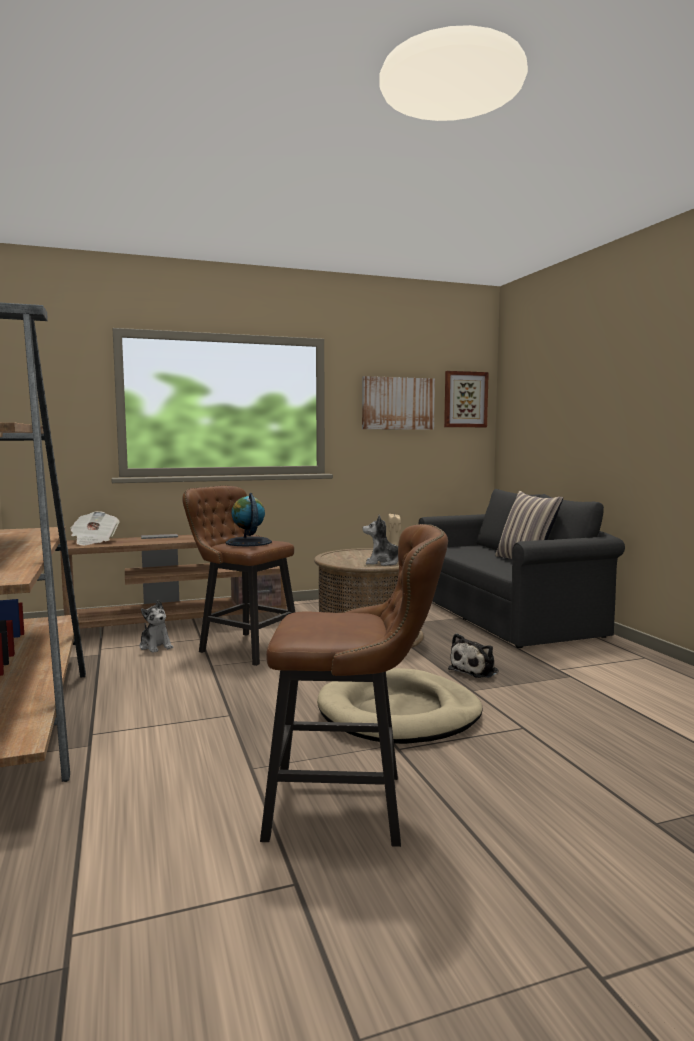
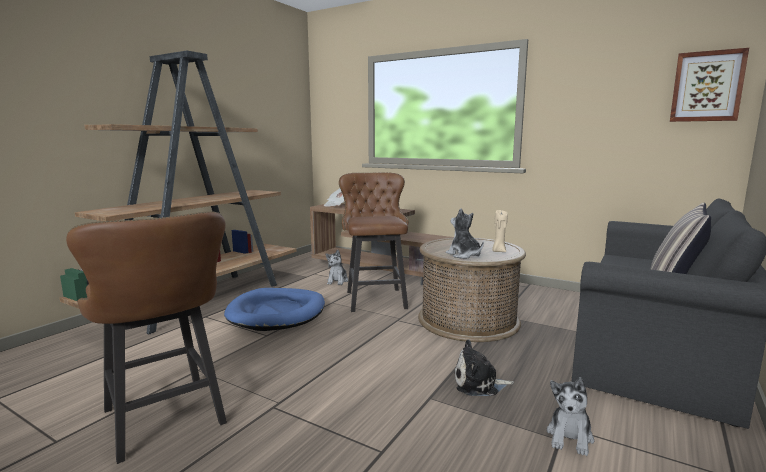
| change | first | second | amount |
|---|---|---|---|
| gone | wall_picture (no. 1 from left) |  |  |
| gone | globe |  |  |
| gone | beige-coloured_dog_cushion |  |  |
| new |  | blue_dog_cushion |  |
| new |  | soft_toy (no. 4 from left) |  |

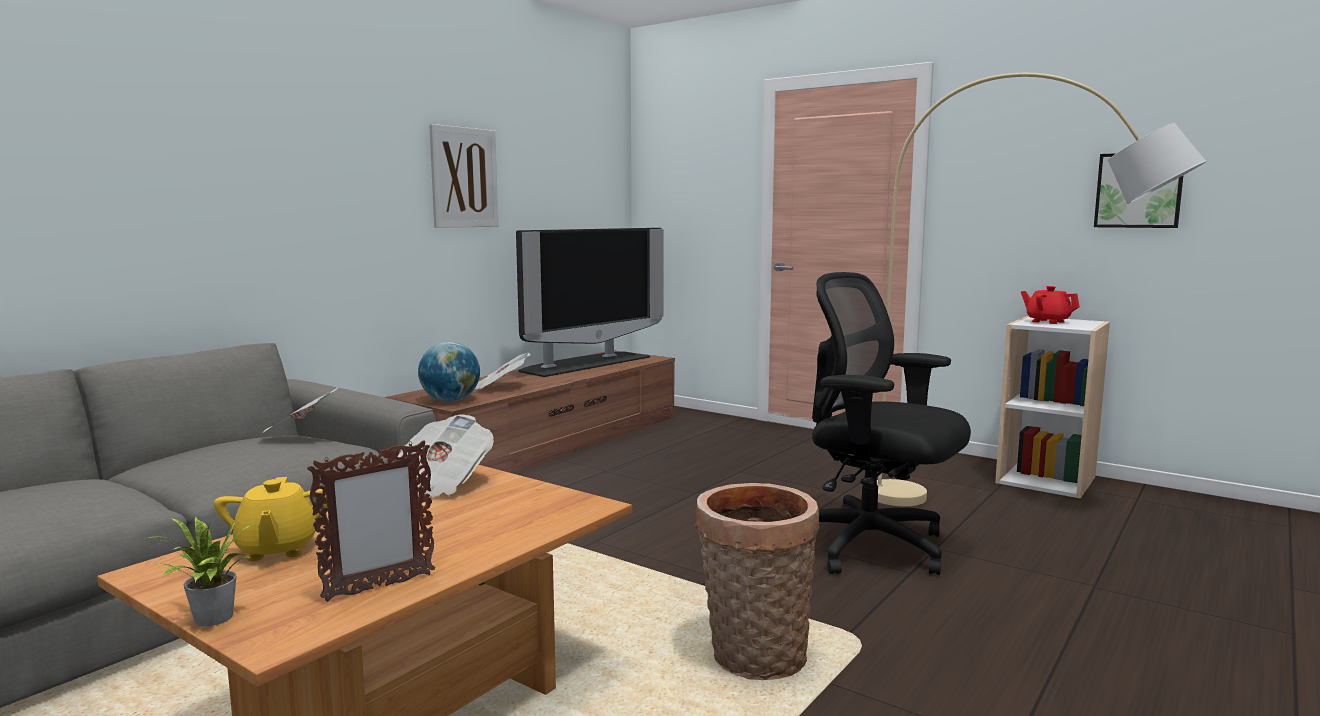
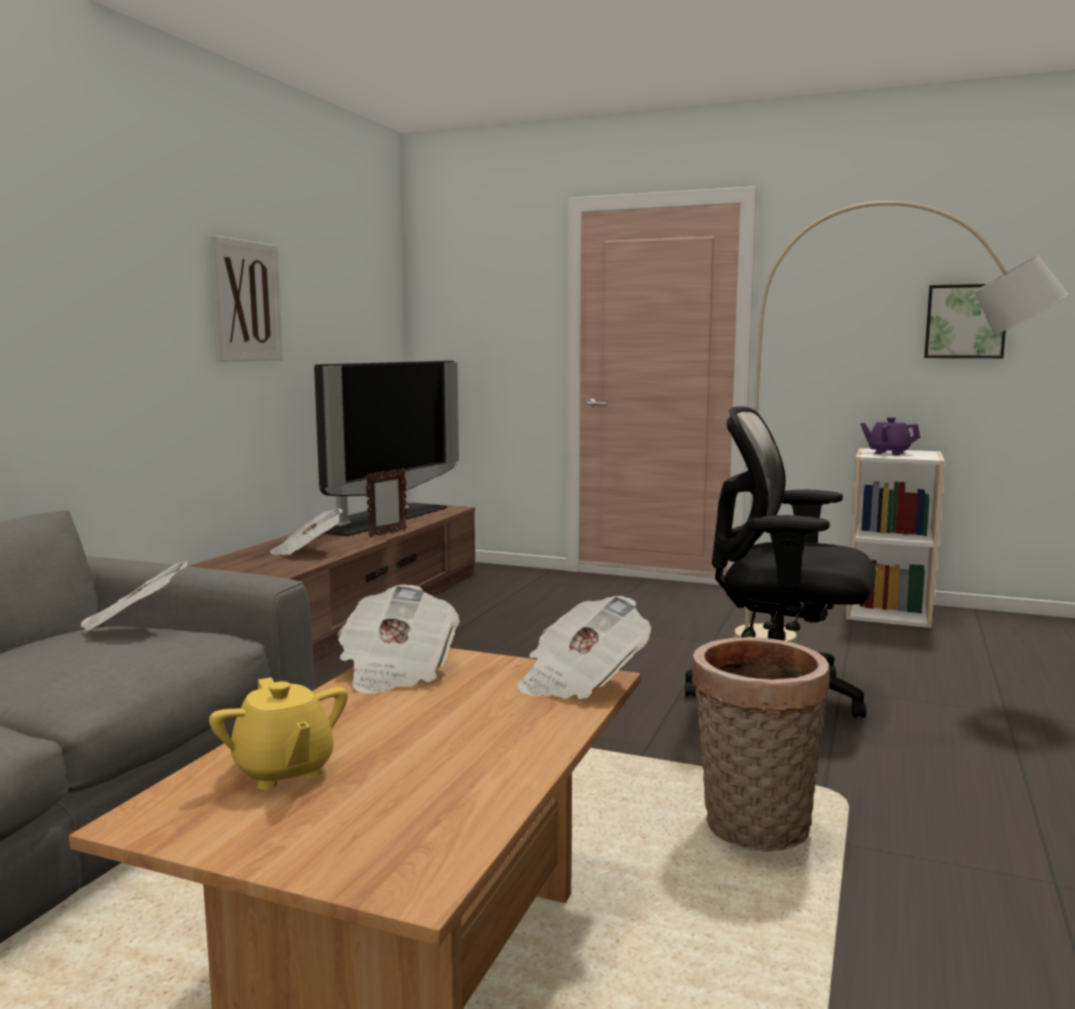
| change | first | second | amount |
|---|---|---|---|
| repainted | red-coloured_tea_pot | purple-coloured_tea_pot |  |
| gone | globe |  |  |
| shifted | picture_frame |  |  |
| gone | potted_plant |  |  |
| new |  | daily_paper (no. 4 from left) |  |

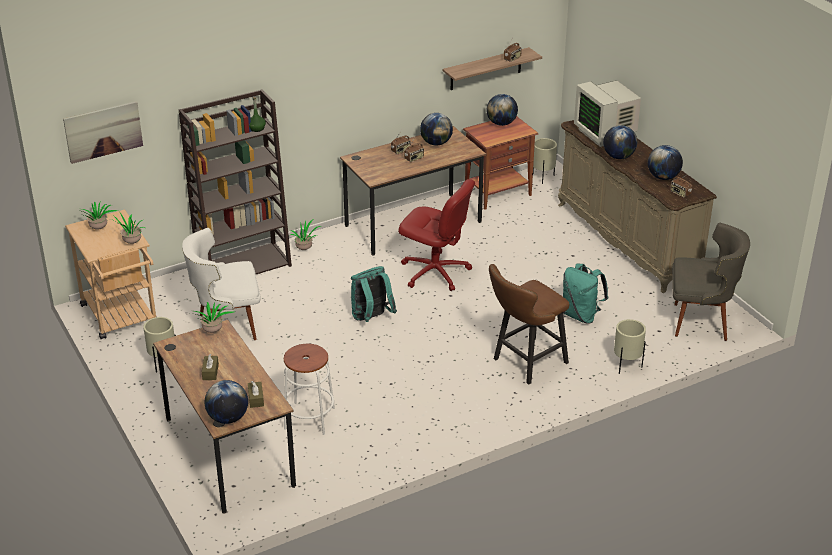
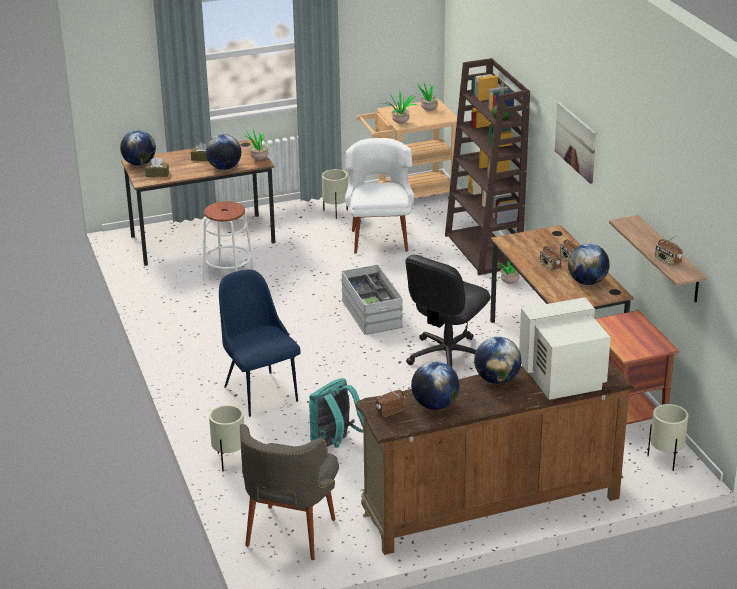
| change | first | second | amount |
|---|---|---|---|
| shifted | globe (no. 3 from left in the first image) | globe (no. 2 from left) |  |
| shifted | wall_picture |  |  |
| repainted | red-coloured_desk_chair | black_desk_chair |  |
| swapped | brownish_stool_seat | blue_upright_chair |  |
| swapped | turquoise_backpack (no. 1 from left) | grey_storage_container |  |

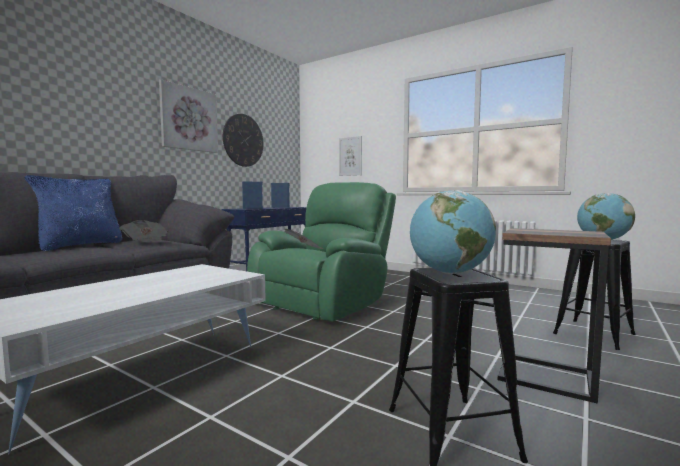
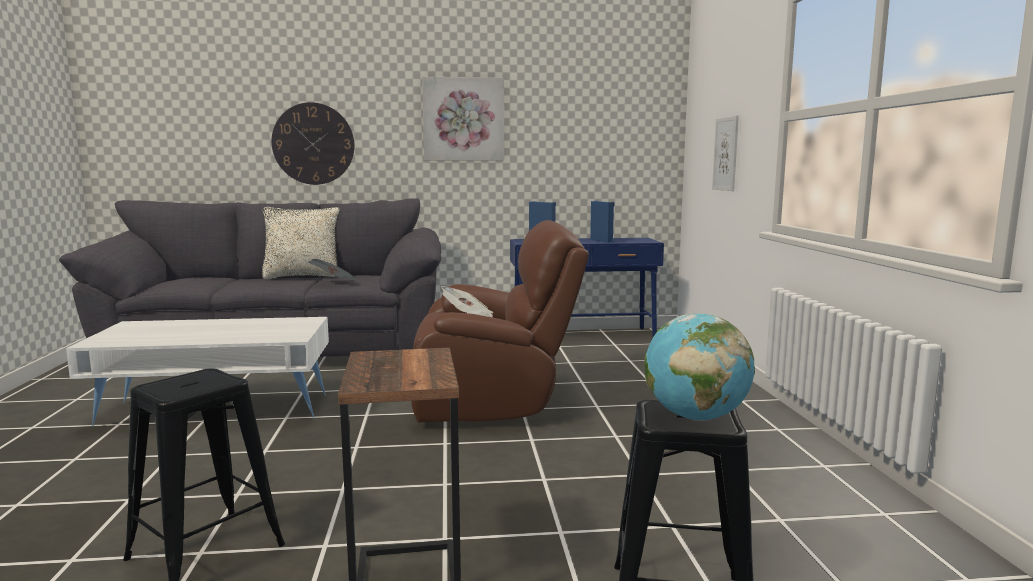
| change | first | second | amount |
|---|---|---|---|
| shifted | clock_on_the_wall |  |  |
| repainted | blue_throw_pillow | beige-coloured_throw_pillow |  |
| repainted | green-coloured_lounge_chair | brownish_lounge_chair |  |
| gone | globe (no. 1 from left) |  |  |

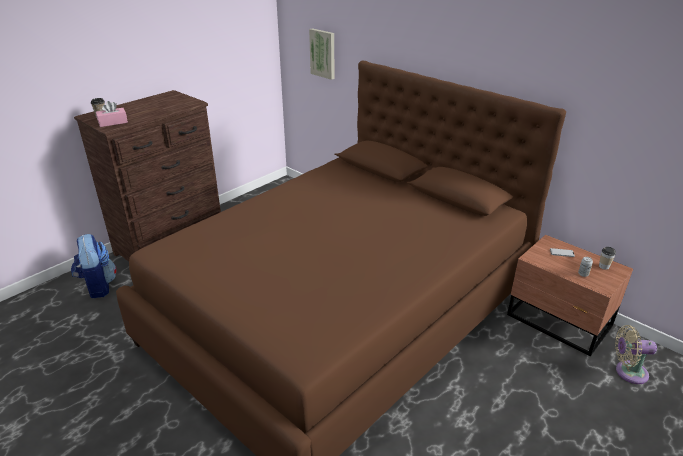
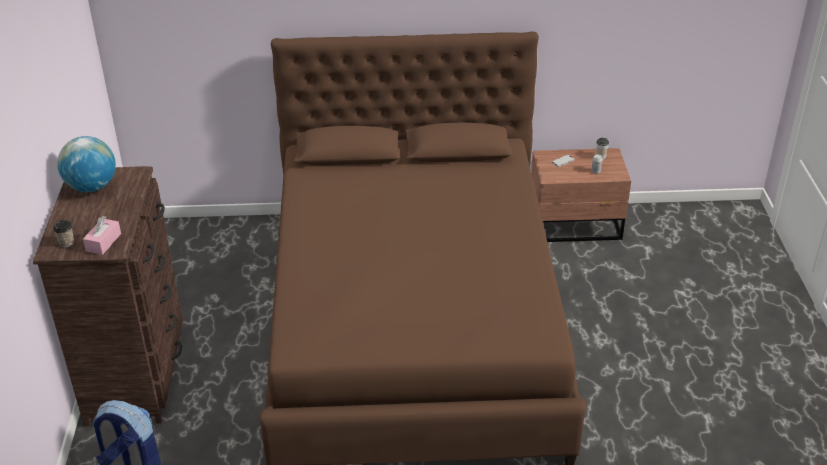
| change | first | second | amount |
|---|---|---|---|
| gone | wall_picture |  |  |
| gone | beige-coloured_fan |  |  |
| new |  | globe |  |

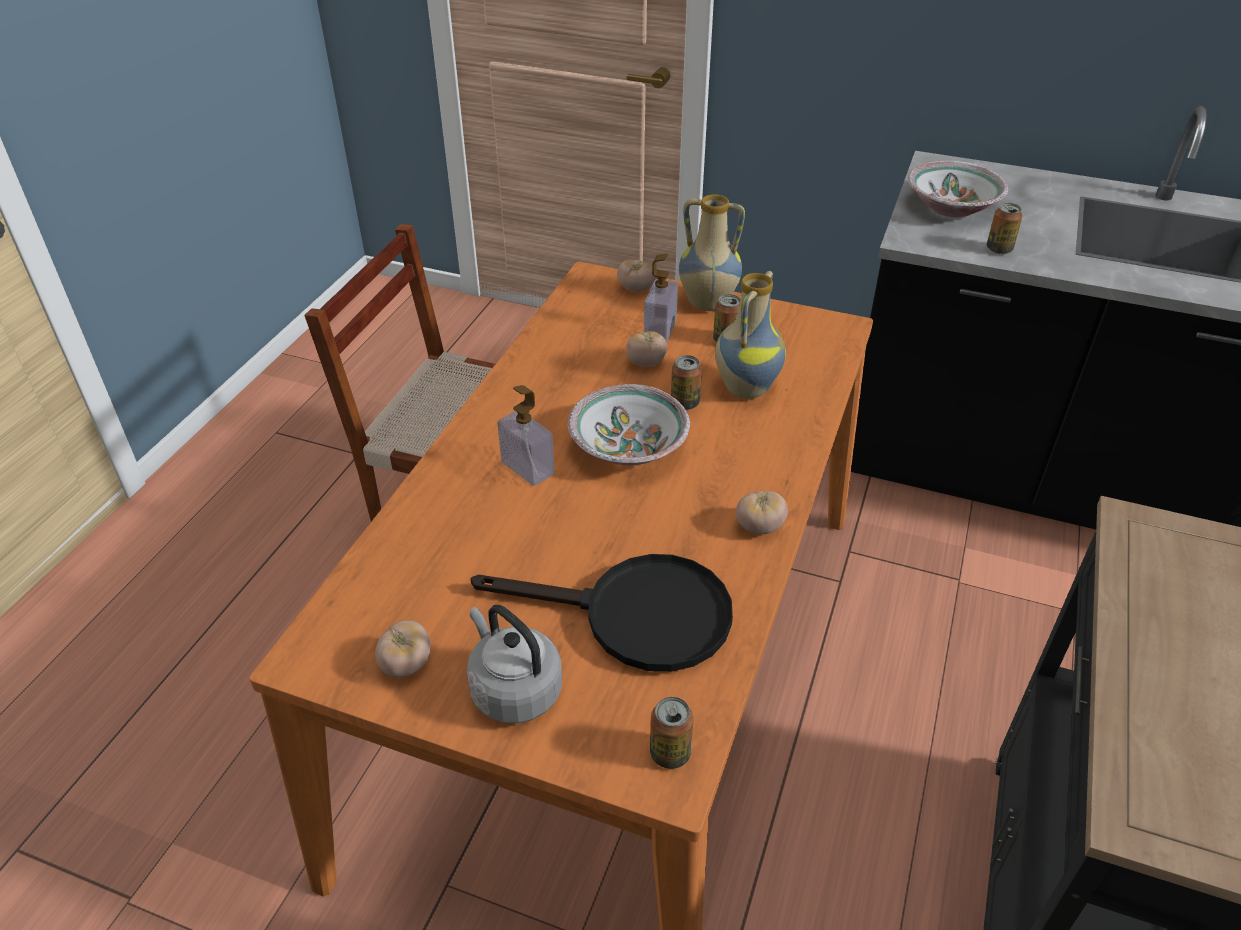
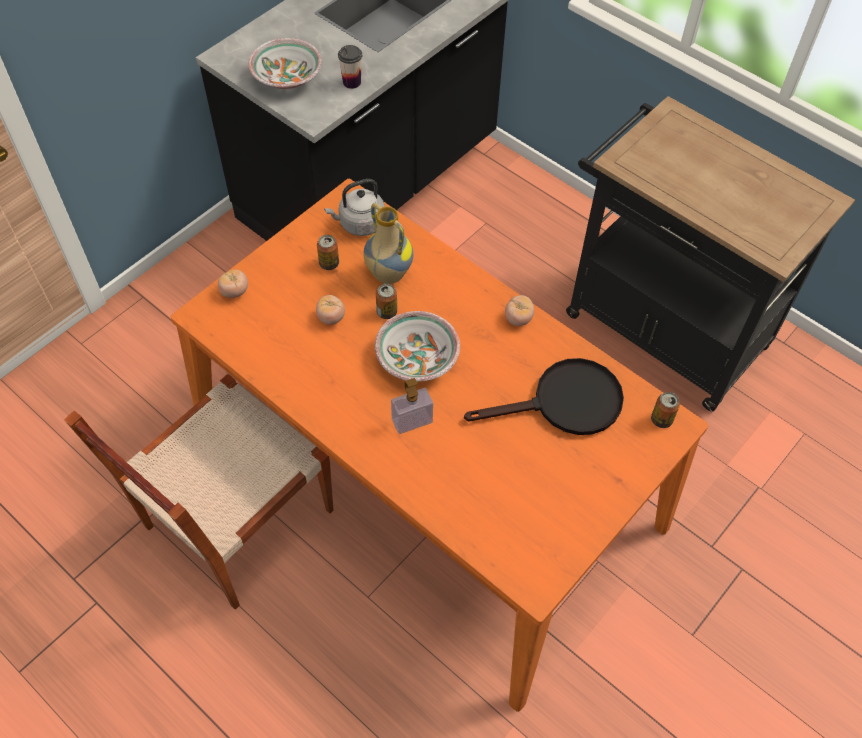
| change | first | second | amount |
|---|---|---|---|
| gone | flower_vase (no. 1 from left) |  |  |
| swapped | metal_can (no. 4 from left) | cup |  |
| gone | soap_dispenser (no. 2 from left) |  |  |
| rotated | black_frying_pan |  | 45 degrees clockwise |
| shifted | grey_tea_kettle |  |  |
| gone | tomato (no. 1 from left) |  |  |

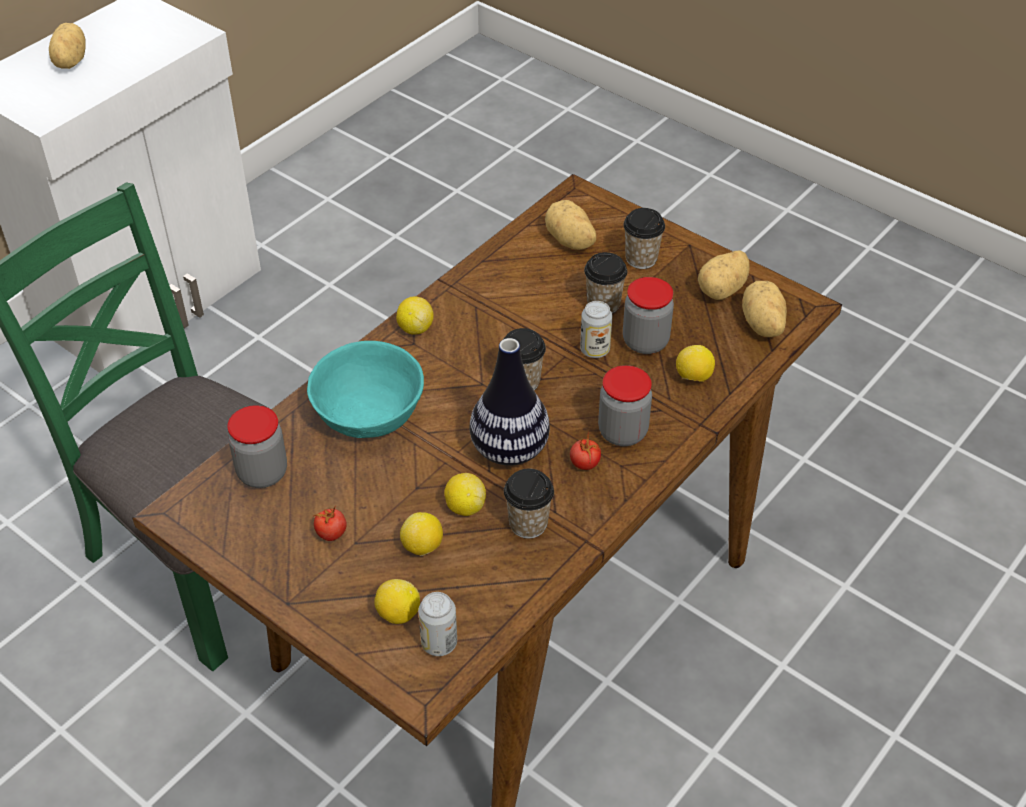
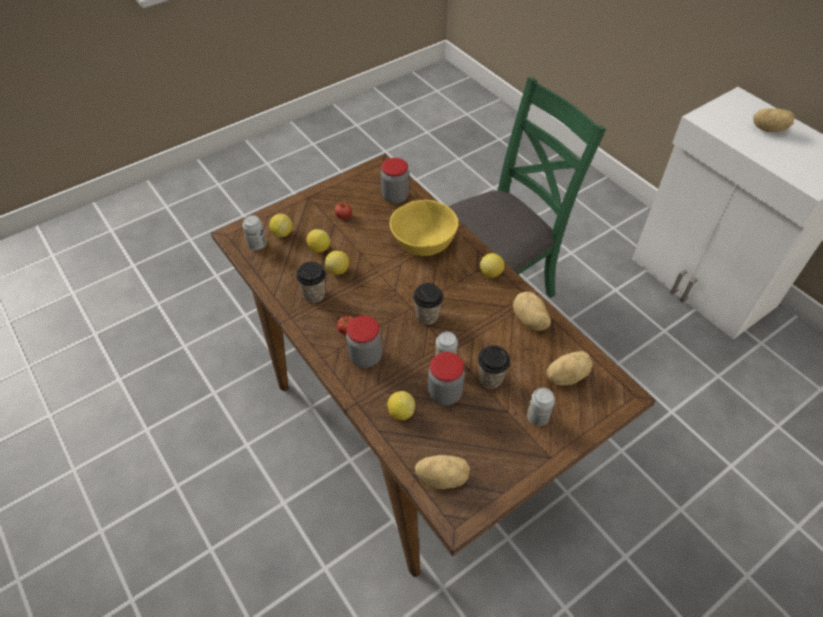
| change | first | second | amount |
|---|---|---|---|
| swapped | cup (no. 4 from left) | metal_can (no. 3 from left) |  |
| shifted | potato (no. 3 from left in the first image) | potato (no. 2 from left) |  |
| gone | flower_vase |  |  |
| repainted | turquoise_deep_dish | yellow_deep_dish |  |

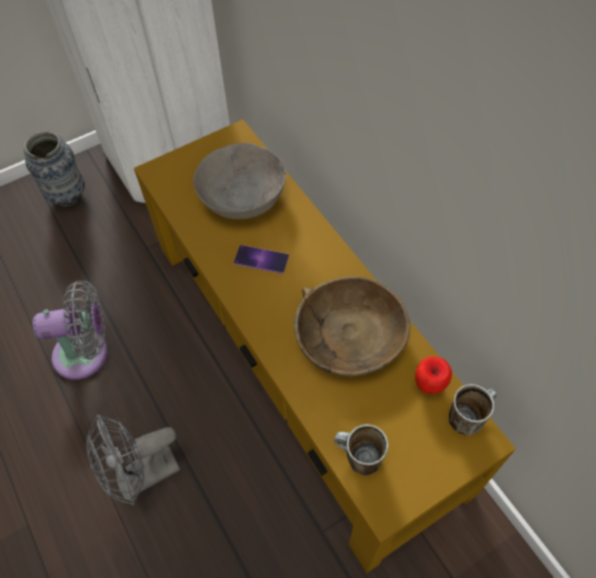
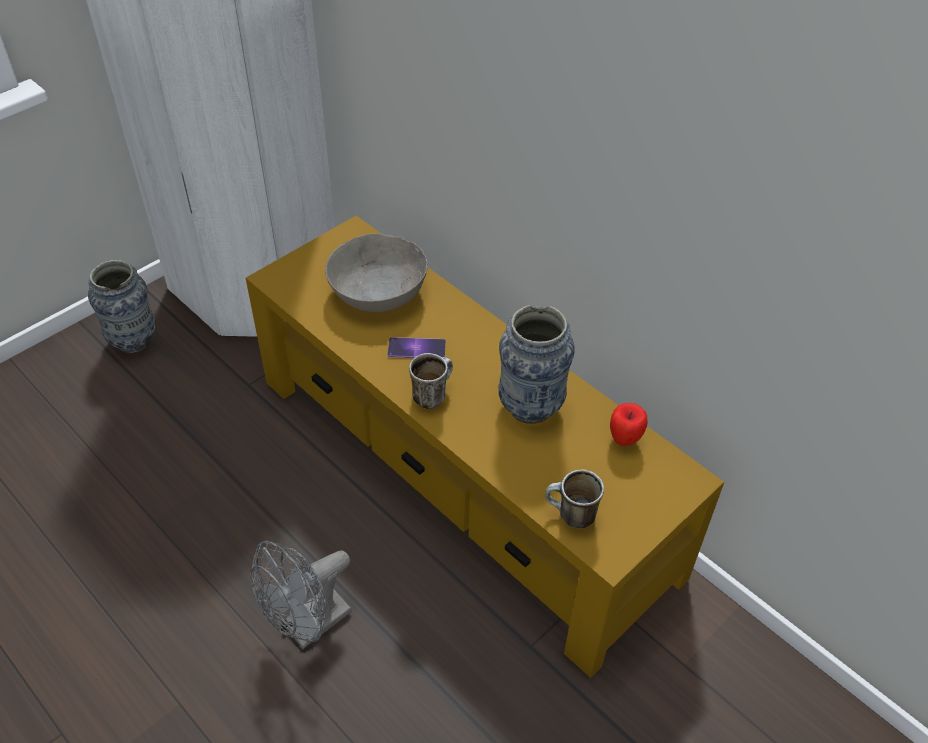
| change | first | second | amount |
|---|---|---|---|
| swapped | brownish_deep_dish | flower_vase (no. 2 from left) |  |
| gone | grey_fan (no. 1 from left) |  |  |
| shifted | mug (no. 2 from left in the first image) | mug (no. 1 from left) |  |

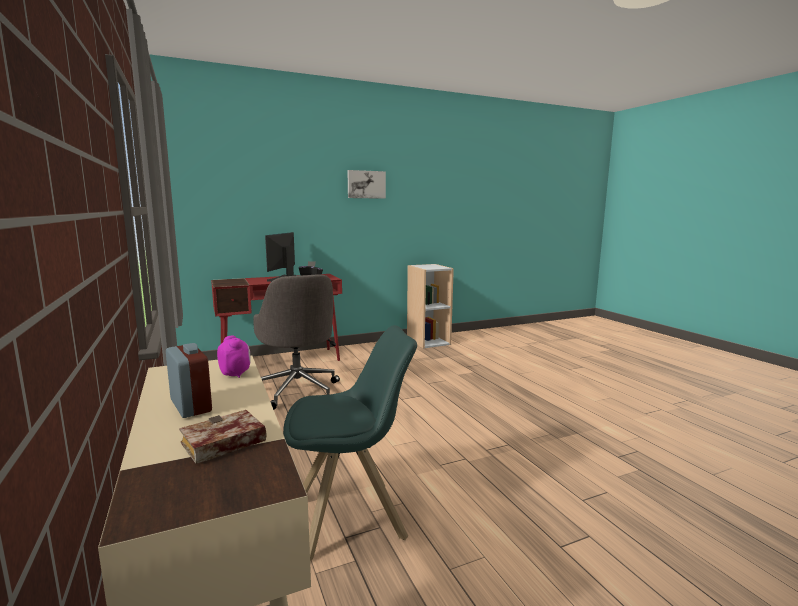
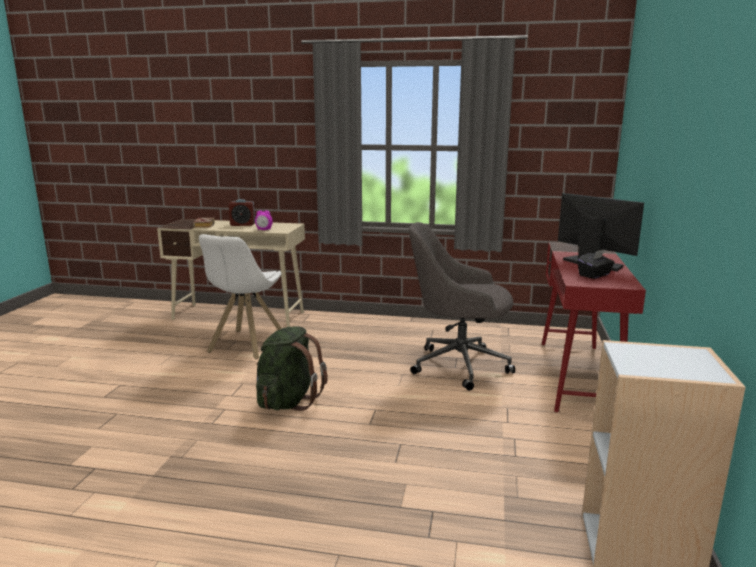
| change | first | second | amount |
|---|---|---|---|
| gone | wall_picture |  |  |
| repainted | turquoise_upright_chair | white_upright_chair |  |
| new |  | green-coloured_backpack |  |

